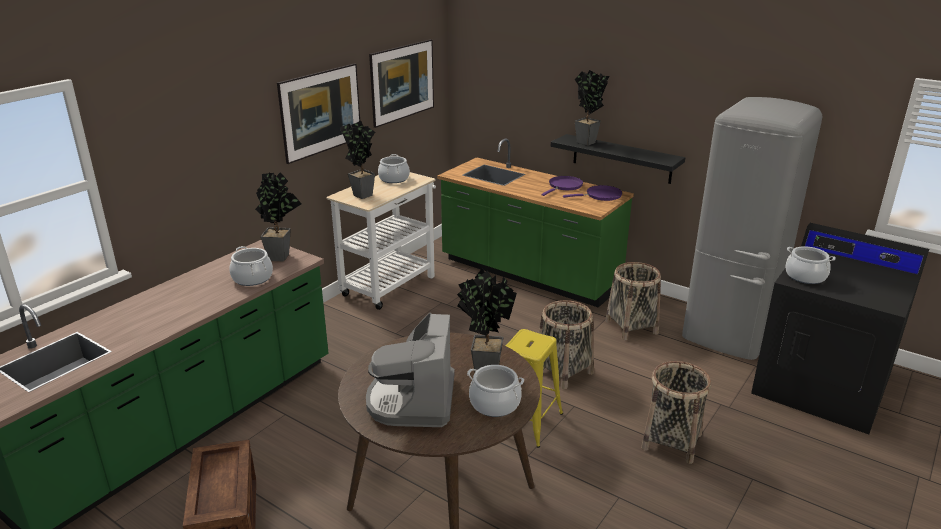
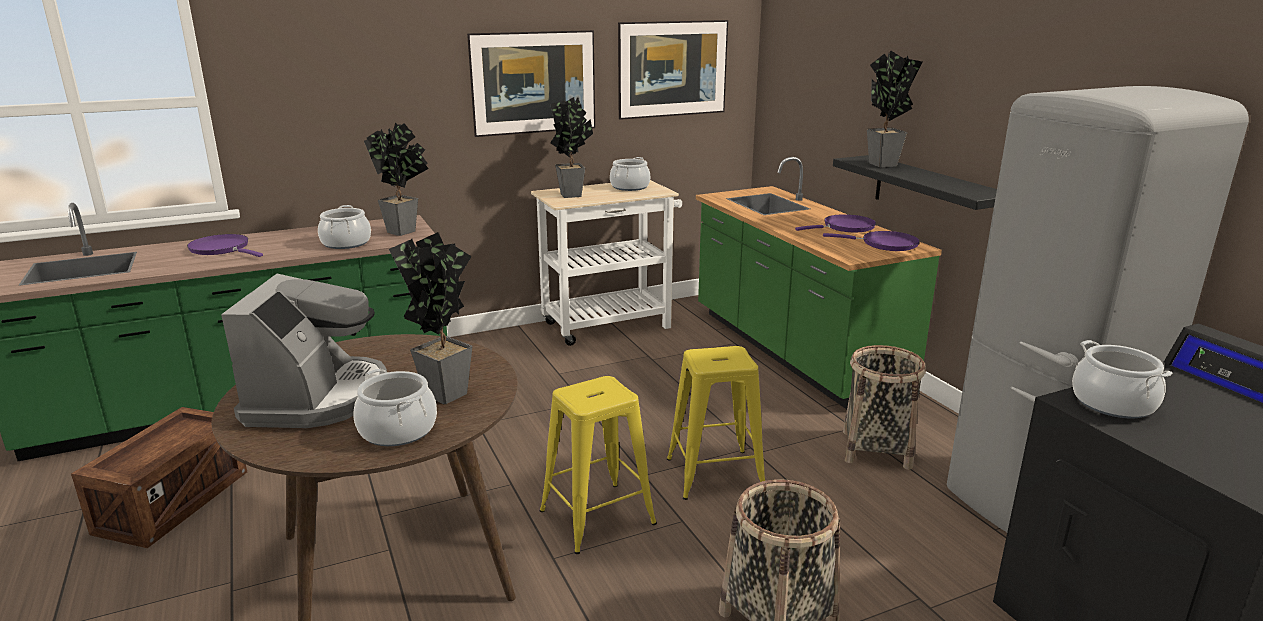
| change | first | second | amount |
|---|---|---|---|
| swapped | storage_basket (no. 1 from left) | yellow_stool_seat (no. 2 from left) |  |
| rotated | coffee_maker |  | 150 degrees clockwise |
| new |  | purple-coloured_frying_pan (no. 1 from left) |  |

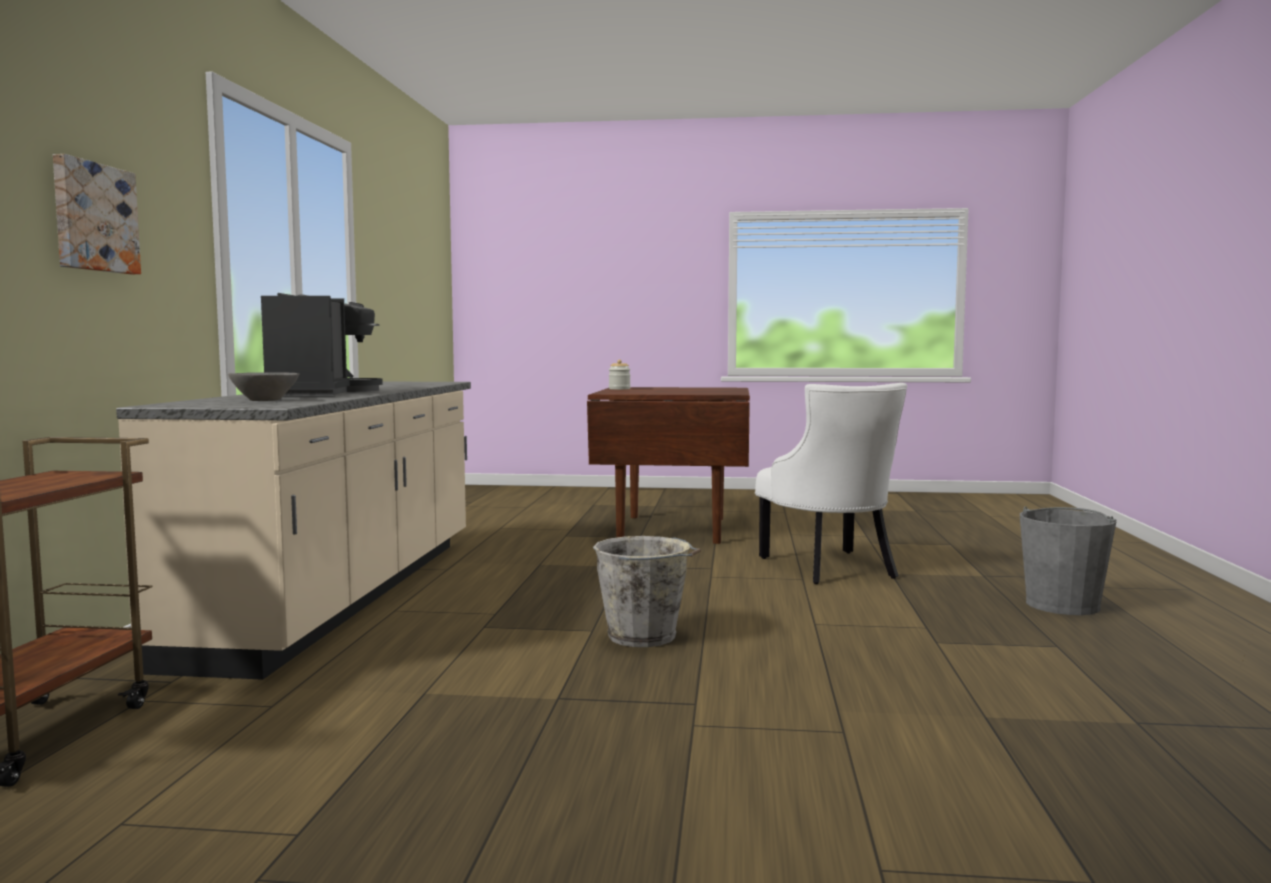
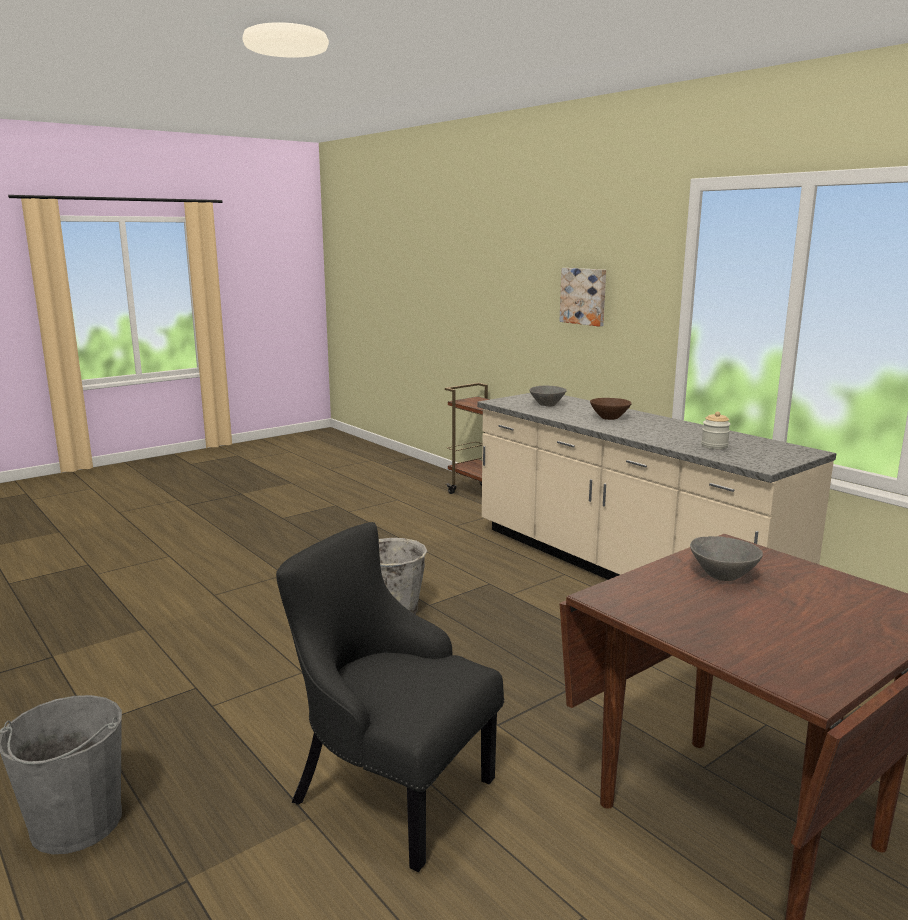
| change | first | second | amount |
|---|---|---|---|
| swapped | coffee_maker | brownish_deep_dish |  |
| shifted | preserve_jar |  |  |
| repainted | white_upright_chair | black_upright_chair |  |
| new |  | grey_deep_dish (no. 2 from left) |  |

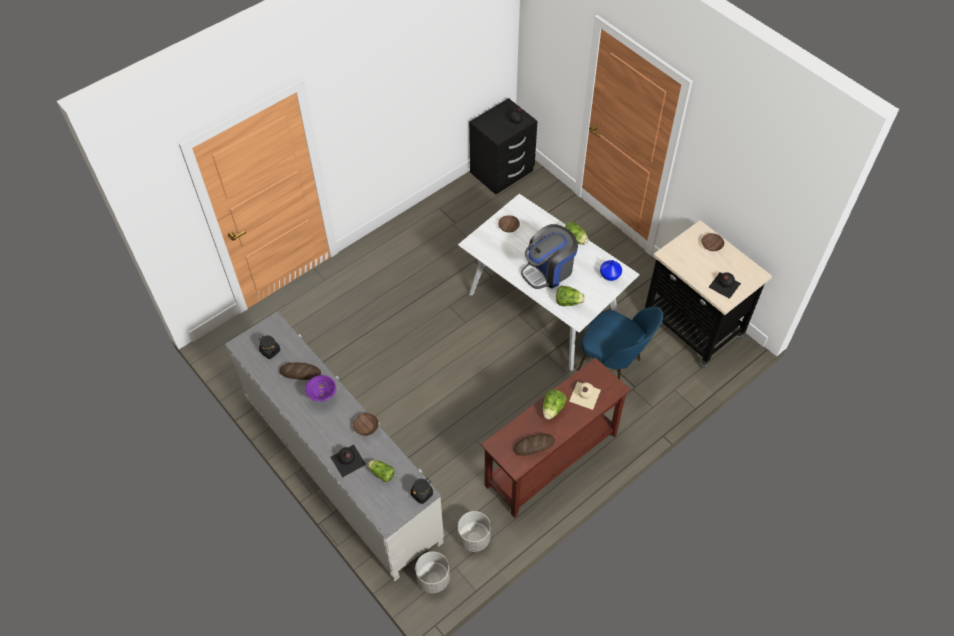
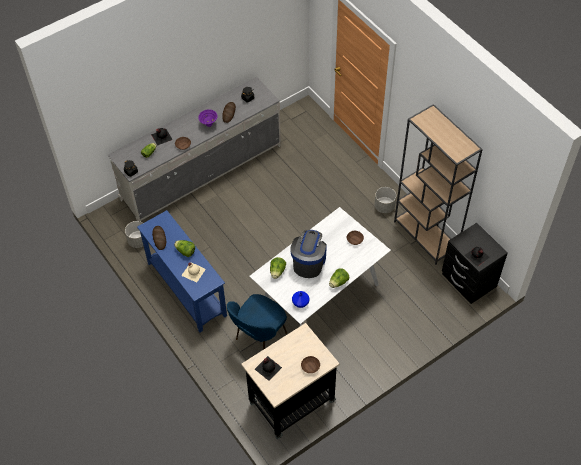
| change | first | second | amount |
|---|---|---|---|
| rotated | coffee_maker |  | 45 degrees clockwise |
| repainted | brownish_console_table | blue_console_table |  |
| shifted | grey_planter (no. 1 from left in the first image) | grey_planter (no. 2 from left) |  |
| new |  | bookcase |  |

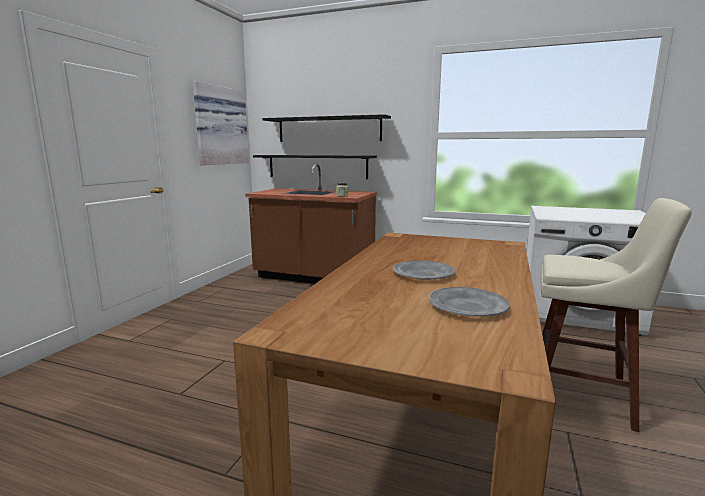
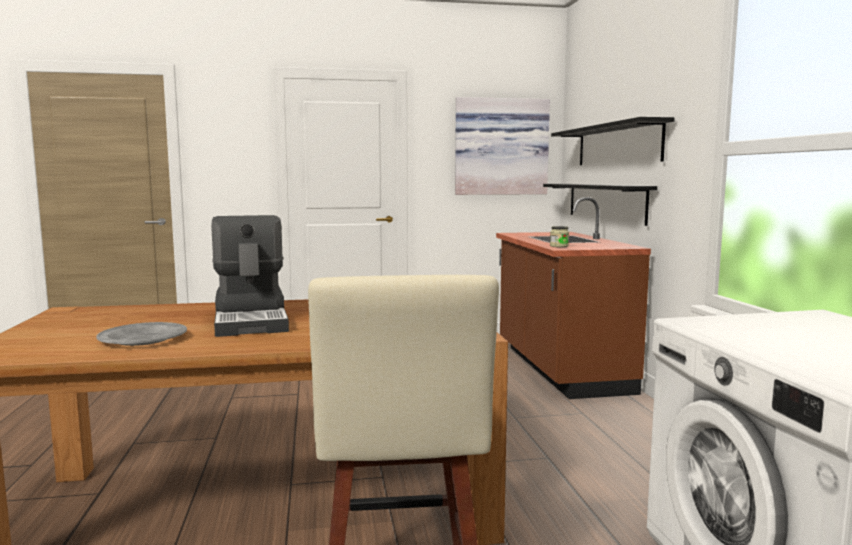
| change | first | second | amount |
|---|---|---|---|
| swapped | grey_dinner_plate (no. 1 from left) | coffee_maker |  |

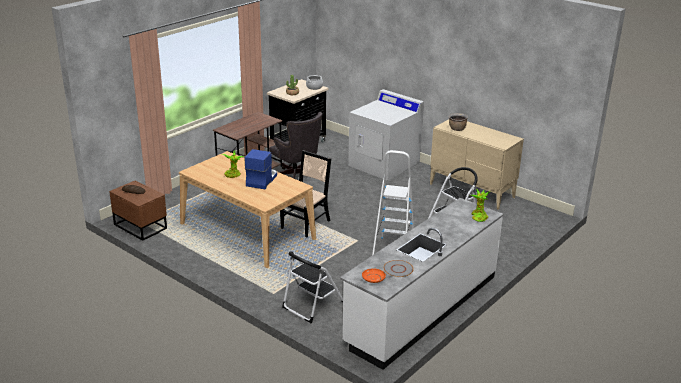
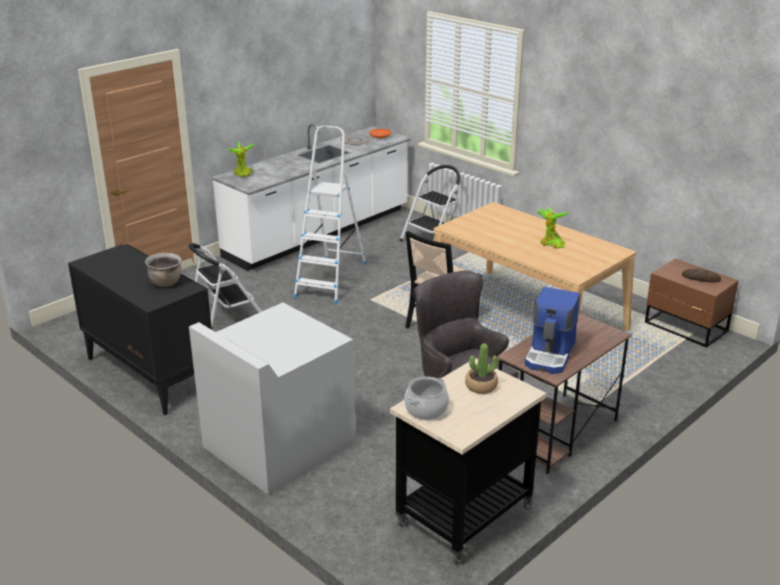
| change | first | second | amount |
|---|---|---|---|
| repainted | beige-coloured_cabinet | black_cabinet |  |
| shifted | coffee_maker |  |  |

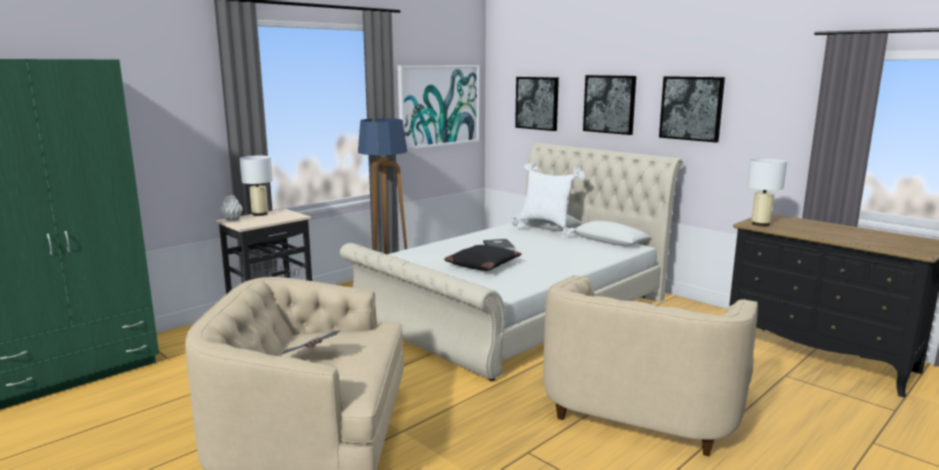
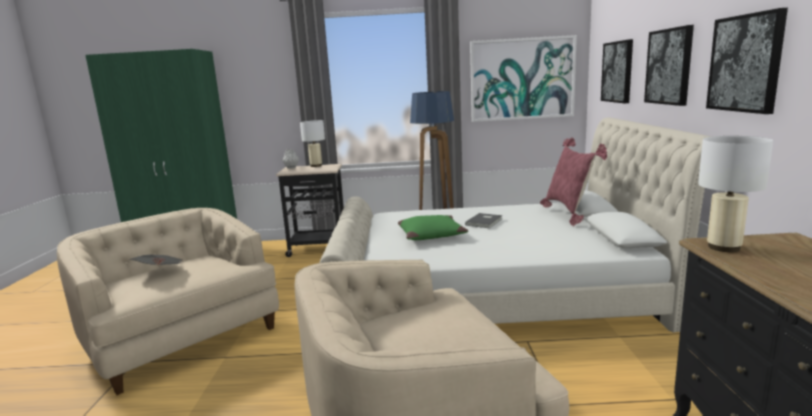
| change | first | second | amount |
|---|---|---|---|
| repainted | white_throw_pillow | red-coloured_throw_pillow |  |
| repainted | black_throw_pillow | green-coloured_throw_pillow |  |

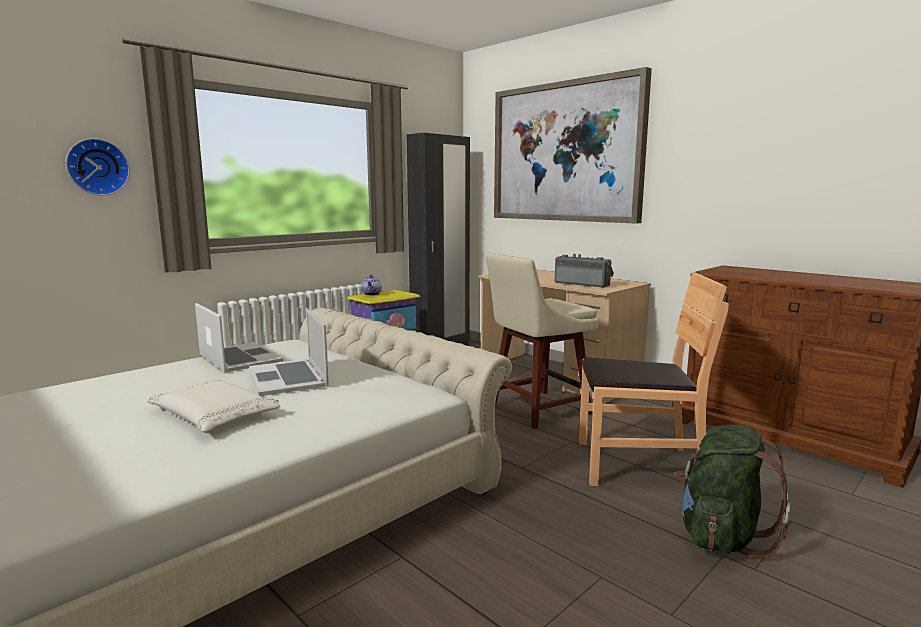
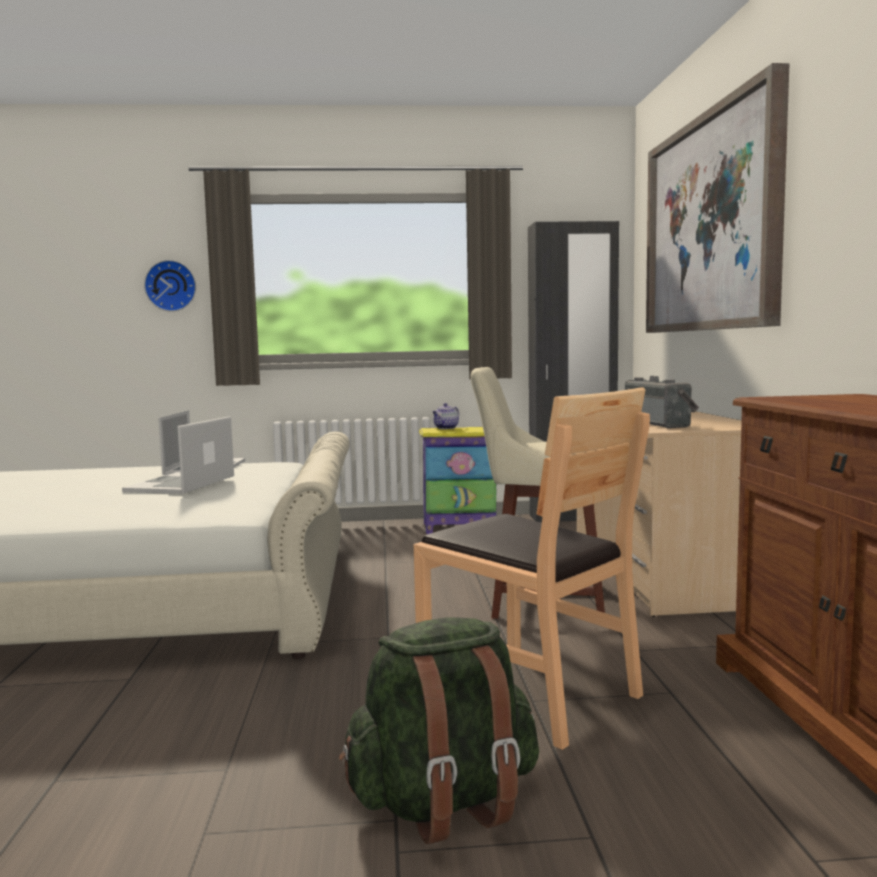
| change | first | second | amount |
|---|---|---|---|
| gone | white_throw_pillow |  |  |

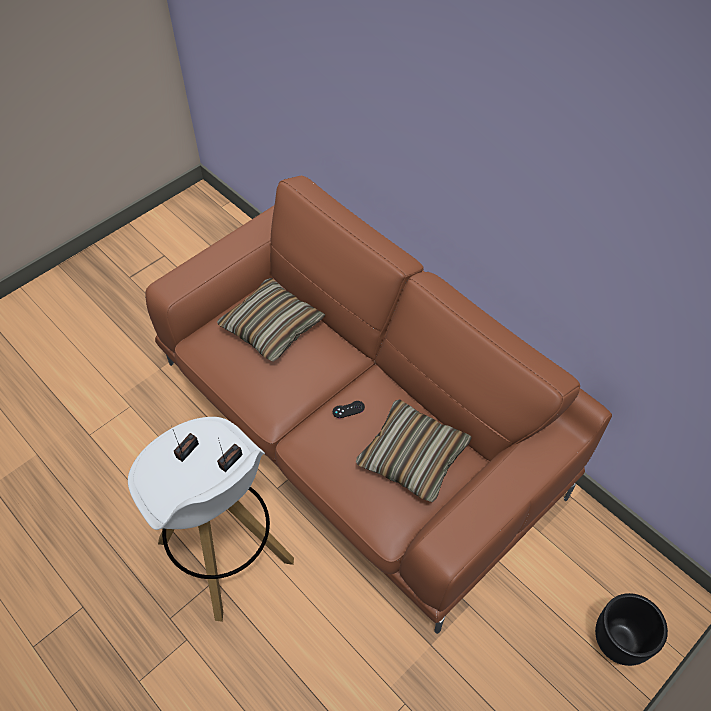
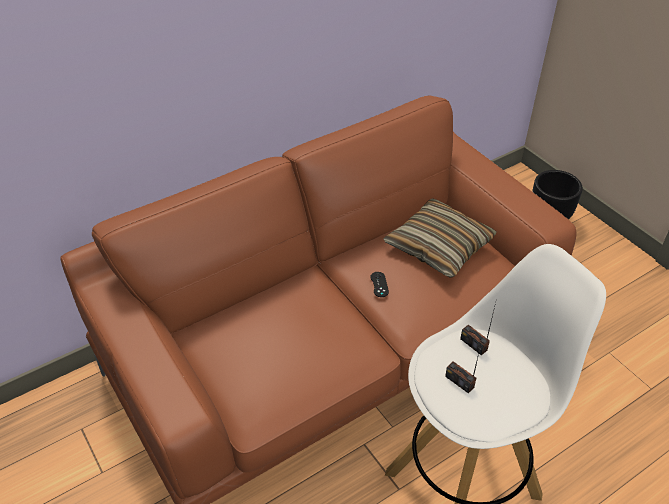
| change | first | second | amount |
|---|---|---|---|
| gone | throw_pillow (no. 1 from left) |  |  |

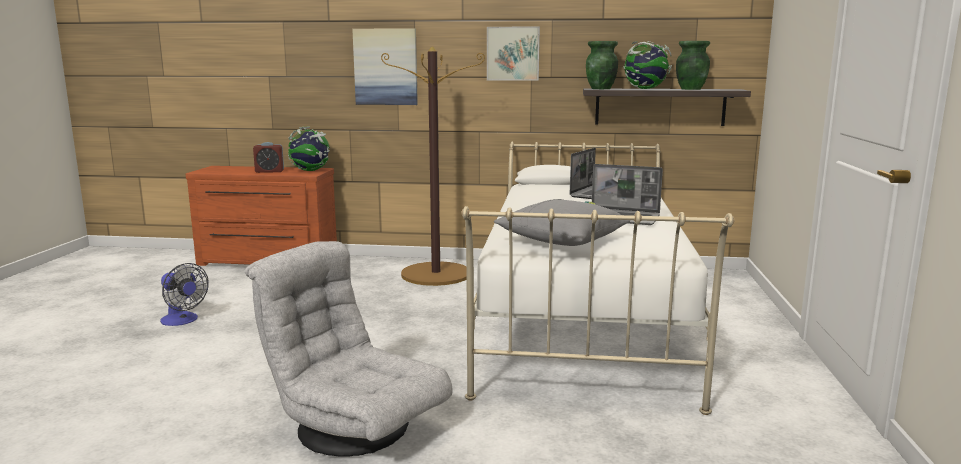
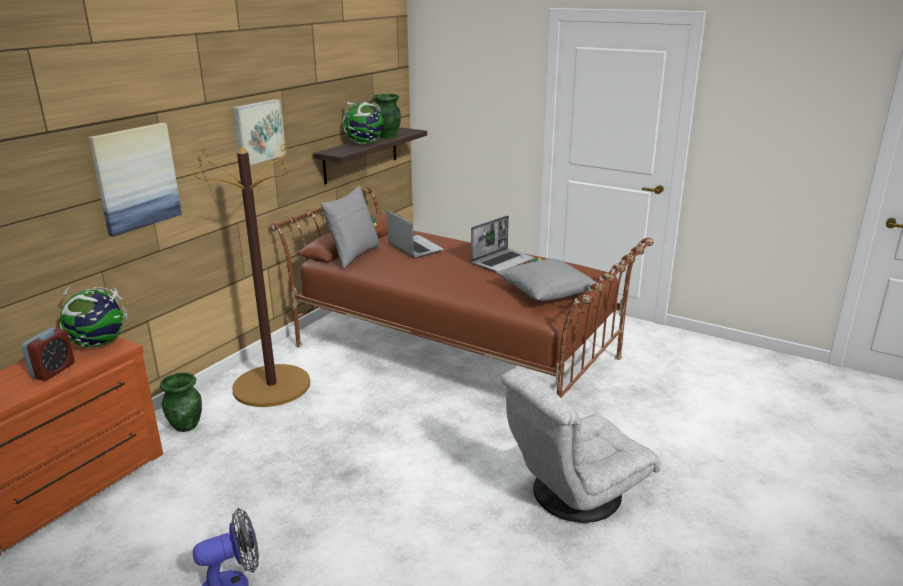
| change | first | second | amount |
|---|---|---|---|
| shifted | green-coloured_flower_vase (no. 1 from left) |  |  |
| repainted | white_sleeping_bed | brownish_sleeping_bed |  |
| new |  | grey_throw_pillow (no. 1 from left) |  |

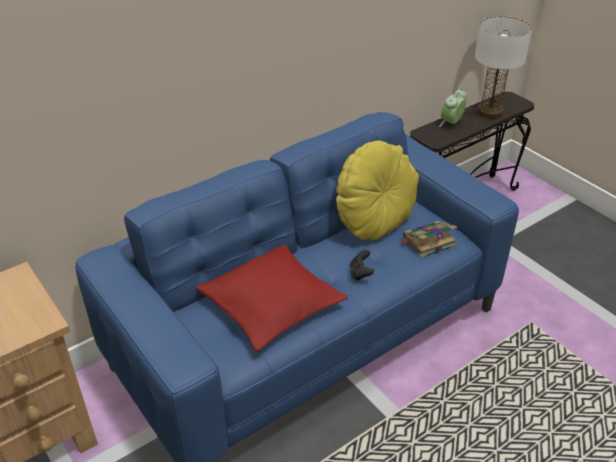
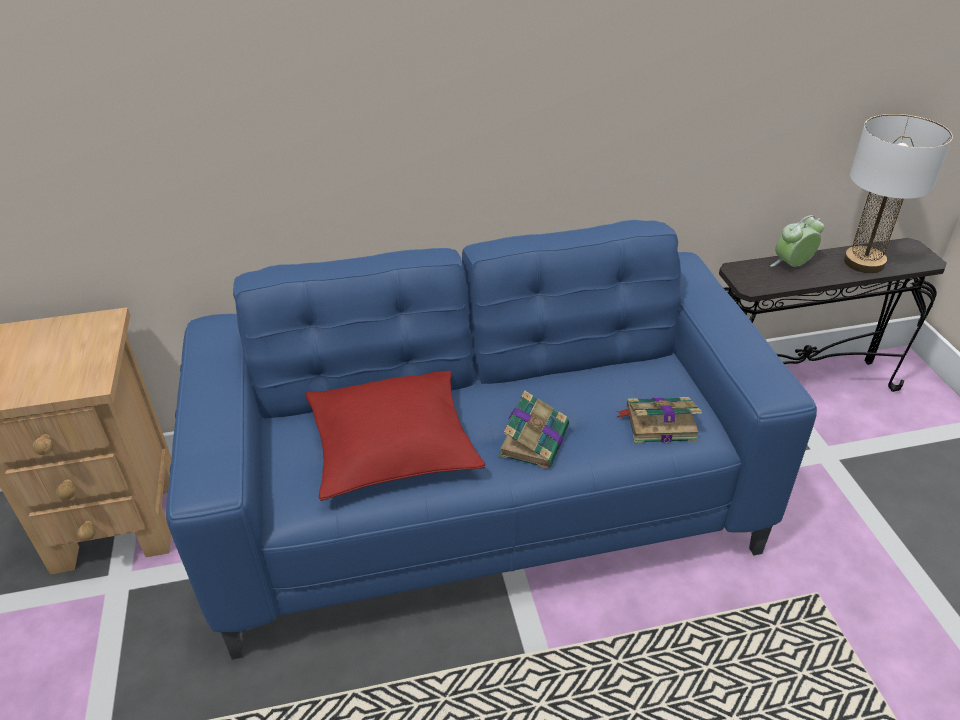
| change | first | second | amount |
|---|---|---|---|
| gone | yellow_throw_pillow |  |  |
| swapped | black_game_controller | volume (no. 1 from left) |  |

